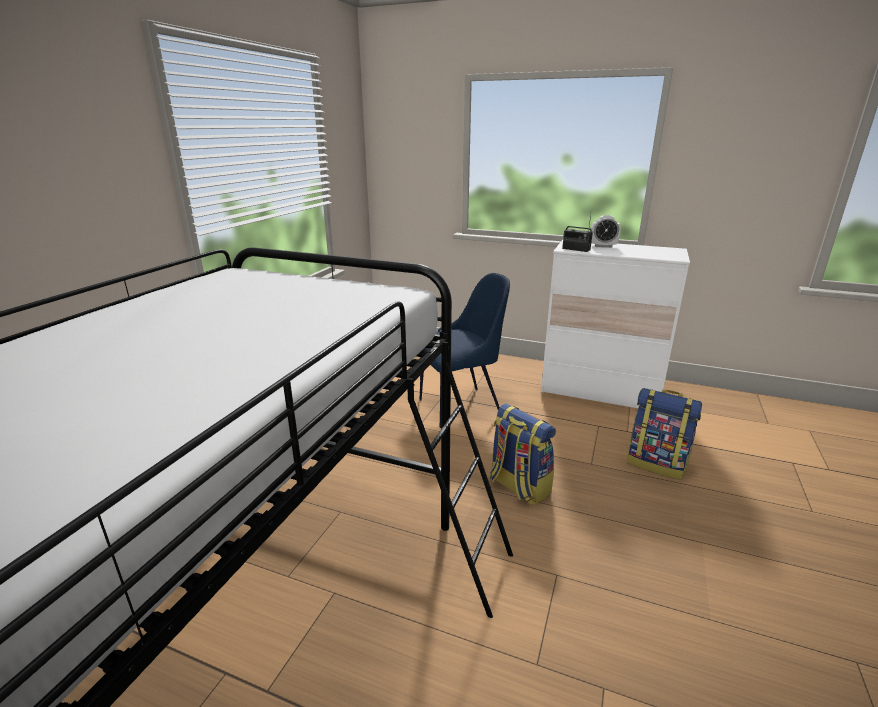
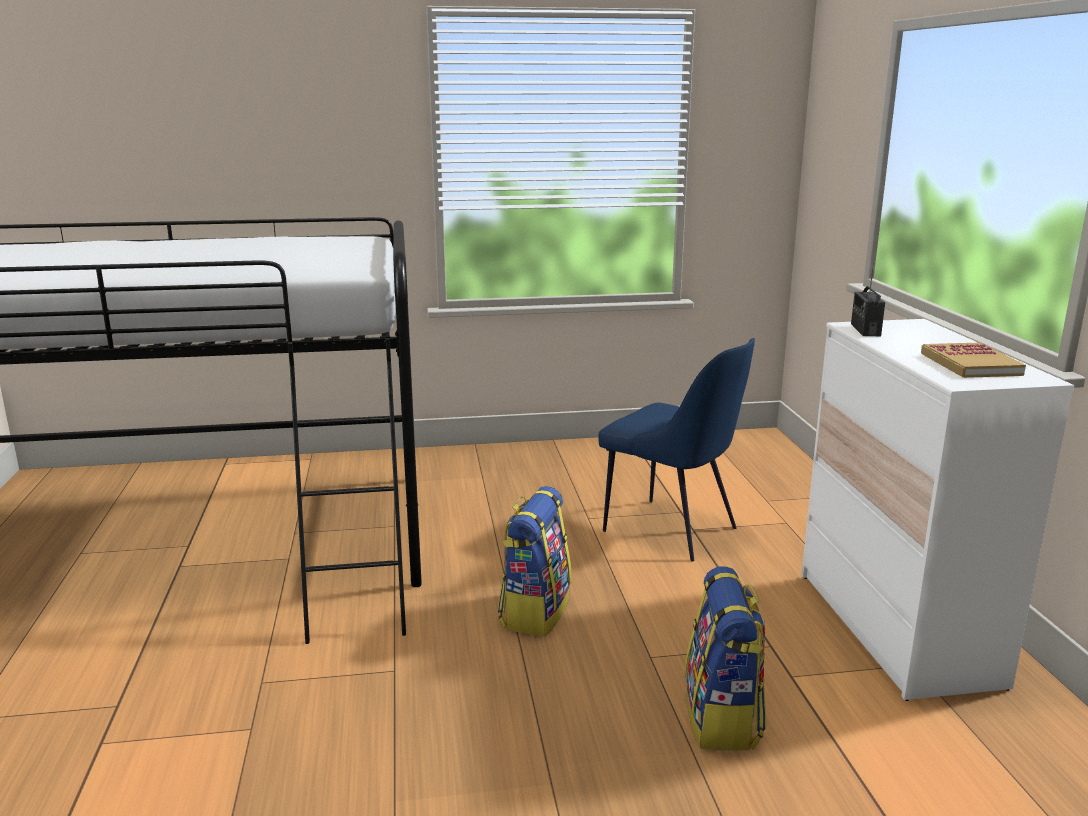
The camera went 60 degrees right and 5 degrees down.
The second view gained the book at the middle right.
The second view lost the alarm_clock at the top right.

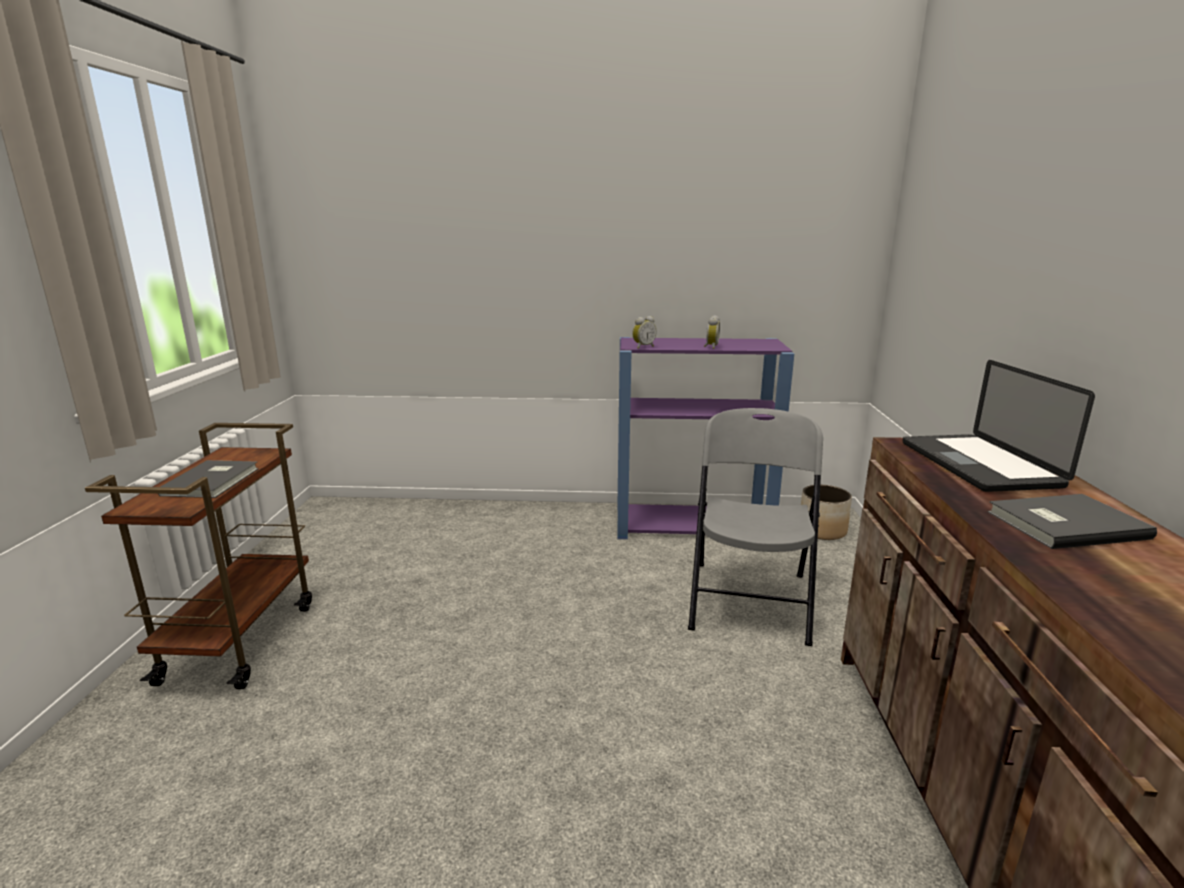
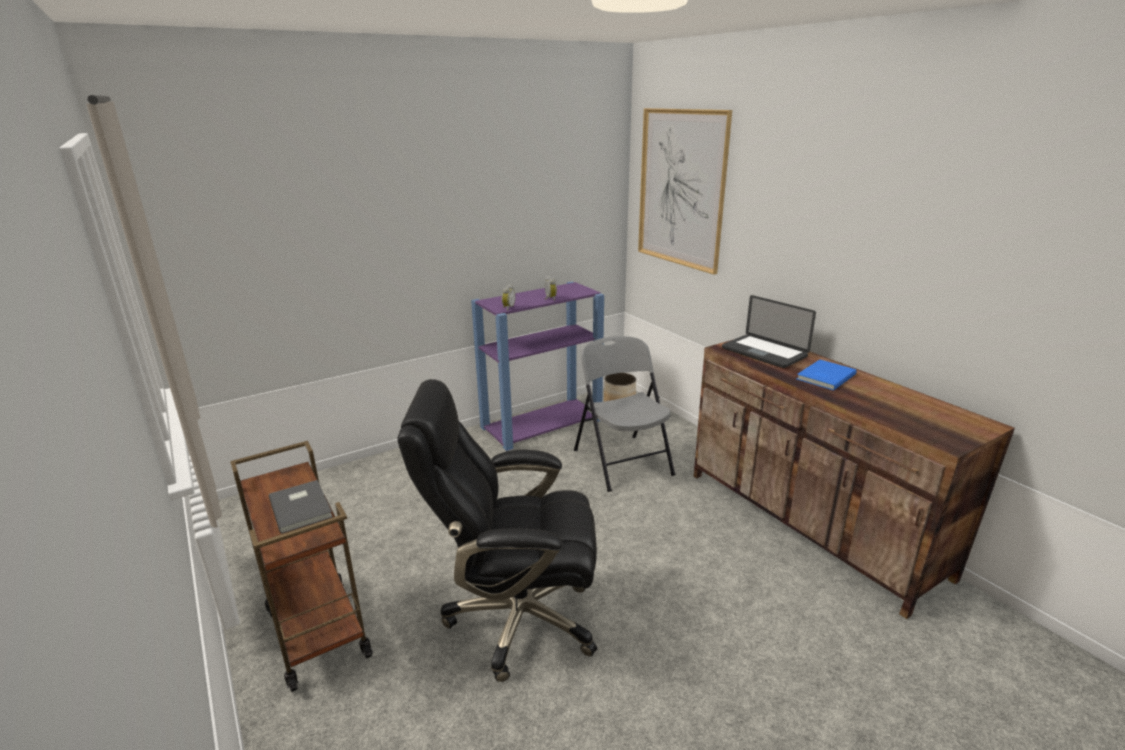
The camera went 35 degrees left and 5 degrees up.
The second view gained the black_office_chair at the bottom centre.
The second view gained the picture at the top centre.
What was the grey_book (2nd from left) at the middle right turned into the blue_book at the middle right.

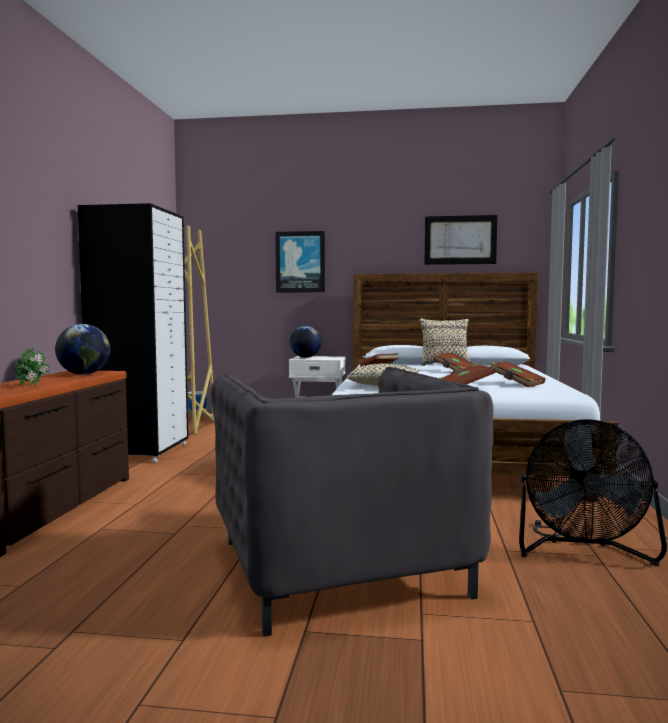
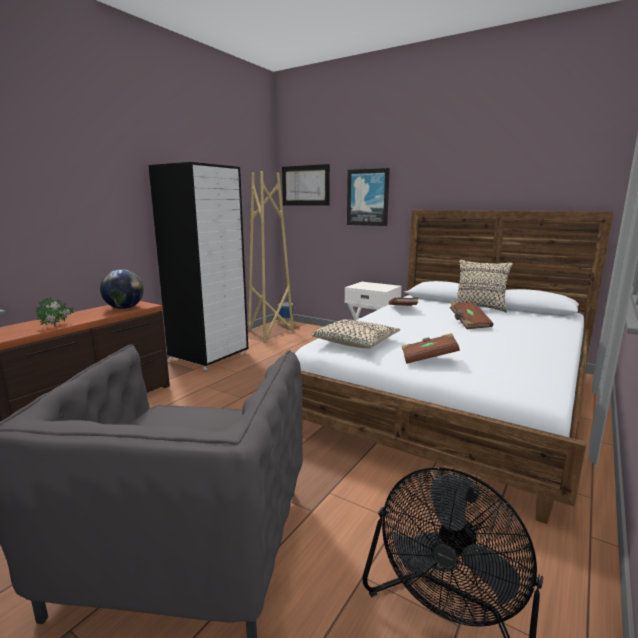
The camera went 25 degrees right and 10 degrees up.
The picture (2nd from left in the first image) ended up elsewhere, having gone from the top right to the top centre.
The second view lost the globe (2nd from left) at the centre.
The second view lost the brown_book (4th from left) at the middle right.

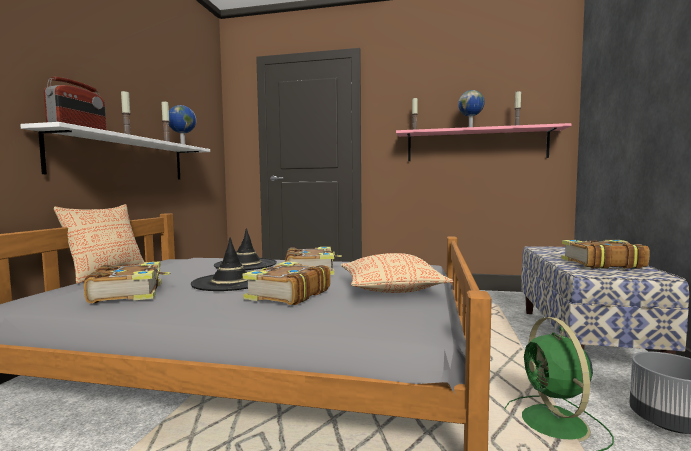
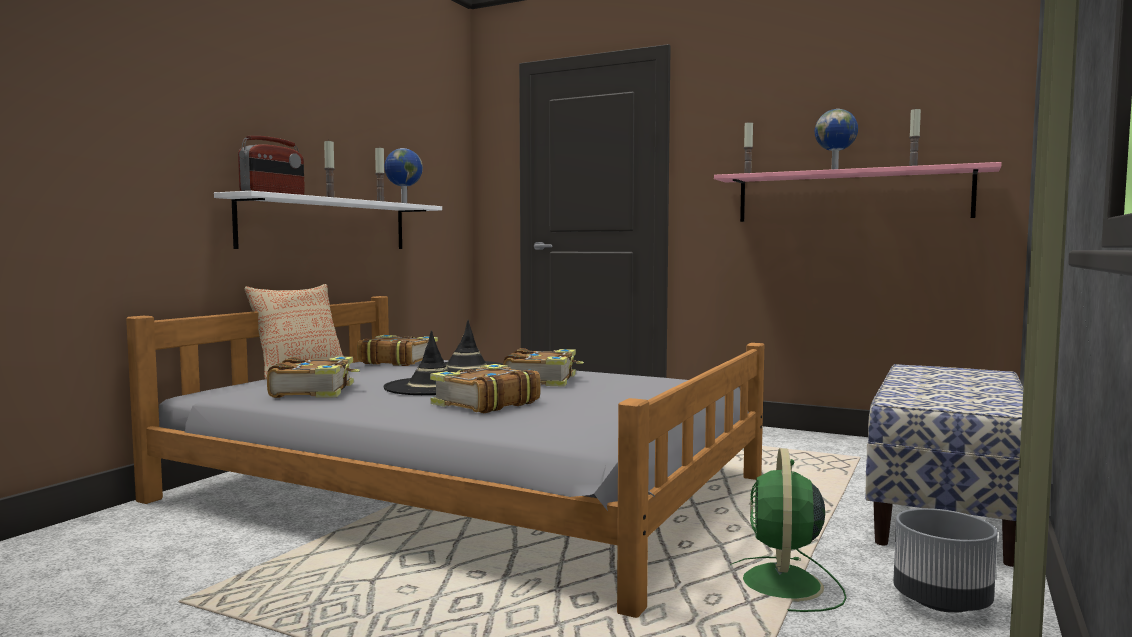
The camera went 15 degrees right and 0 degrees up.
The book (4th from left in the first image) ended up elsewhere, having gone from the middle right to the centre.
The second view lost the beige_pillow (2nd from left) at the centre.

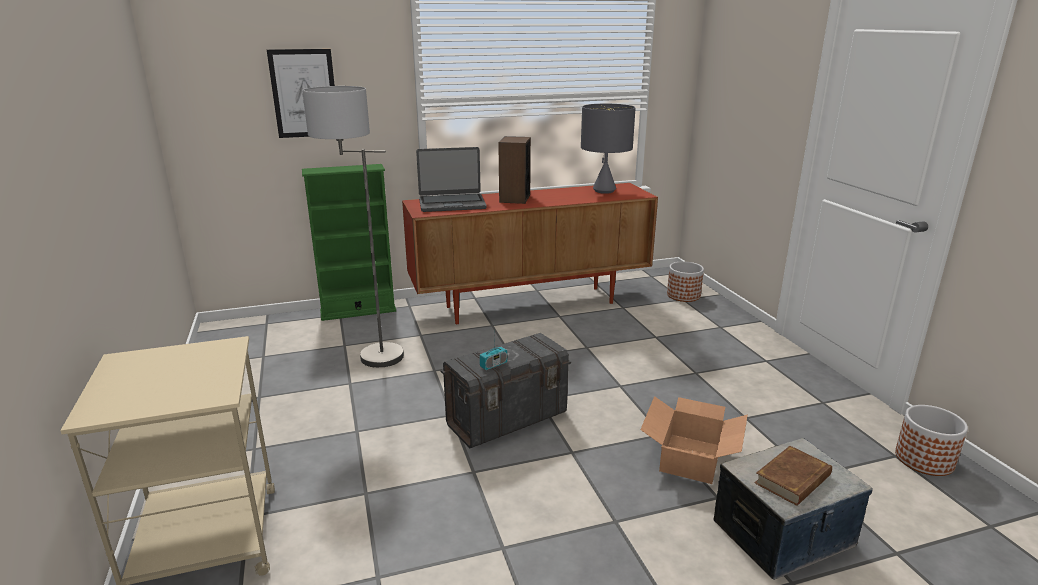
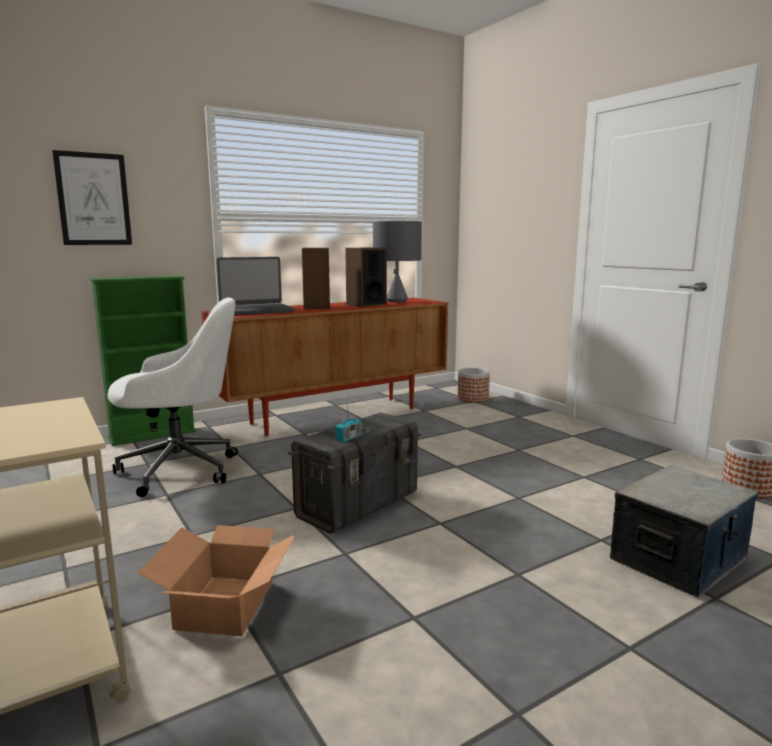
The camera went 15 degrees left and 10 degrees down.
Where the grey_floor_lamp stood at the centre, the white_office_chair came to stand at the middle left.
The cardboard_box ended up elsewhere, having gone from the bottom right to the bottom left.
The second view gained the speaker (2nd from left) at the centre.
The second view lost the brown_book at the bottom right.

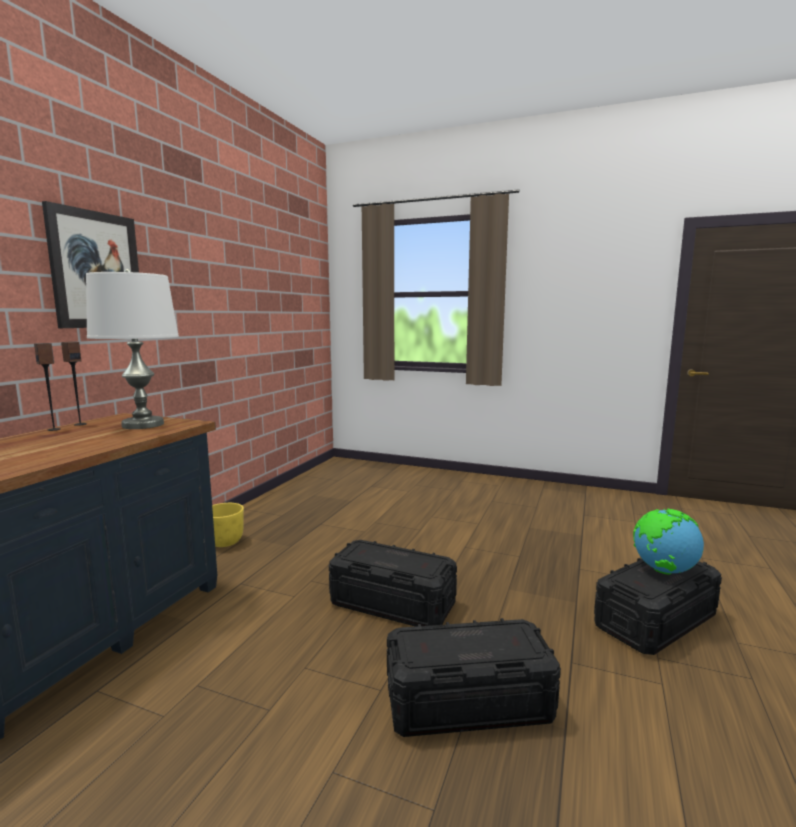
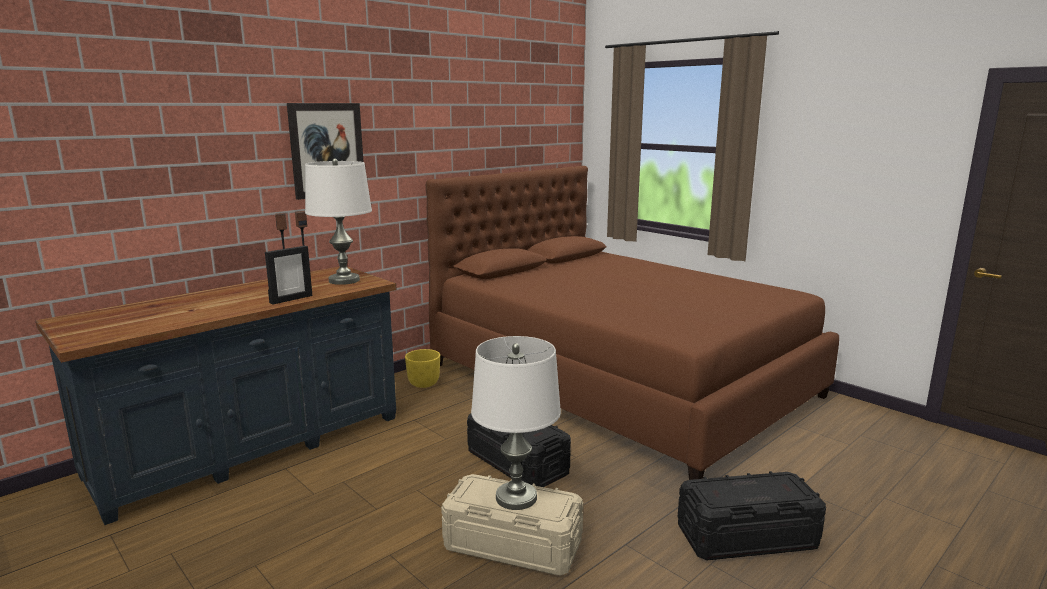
The camera went 25 degrees right and 5 degrees up.
The second view gained the picture_frame at the middle left.
The second view gained the brown_bed at the centre.
What was the black_storage_box (2nd from left) at the bottom centre turned into the beige_storage_box at the bottom centre.
The second view gained the white_table_lamp (2nd from left) at the bottom centre.
The second view lost the globe at the middle right.

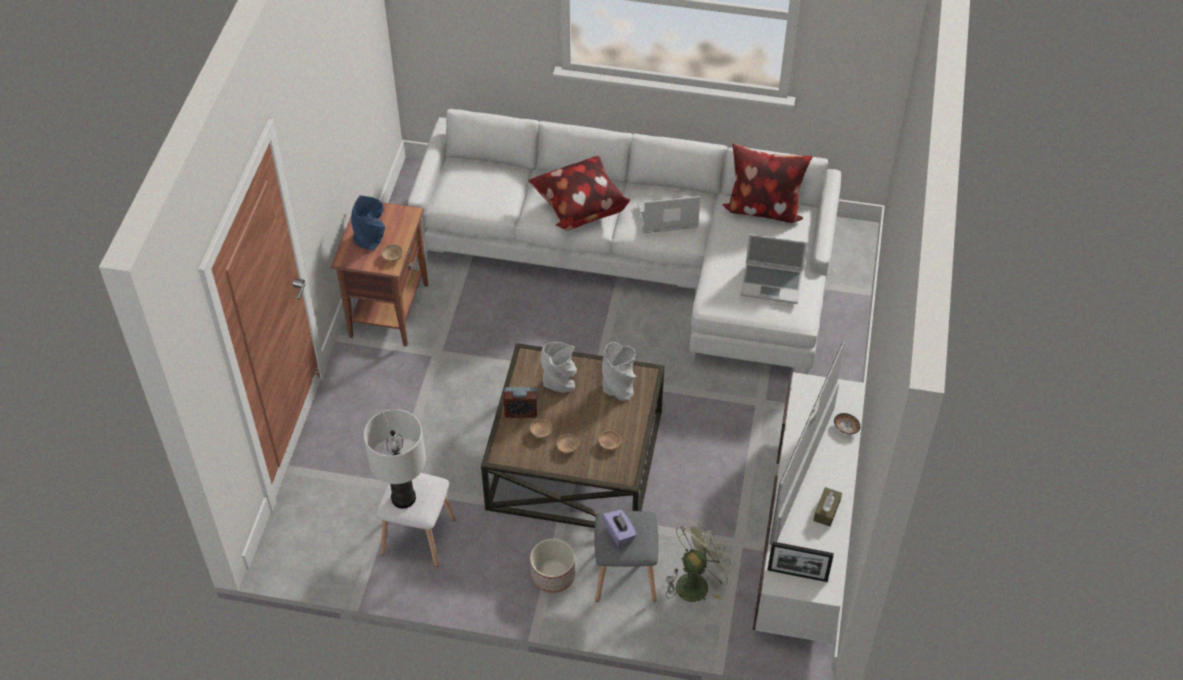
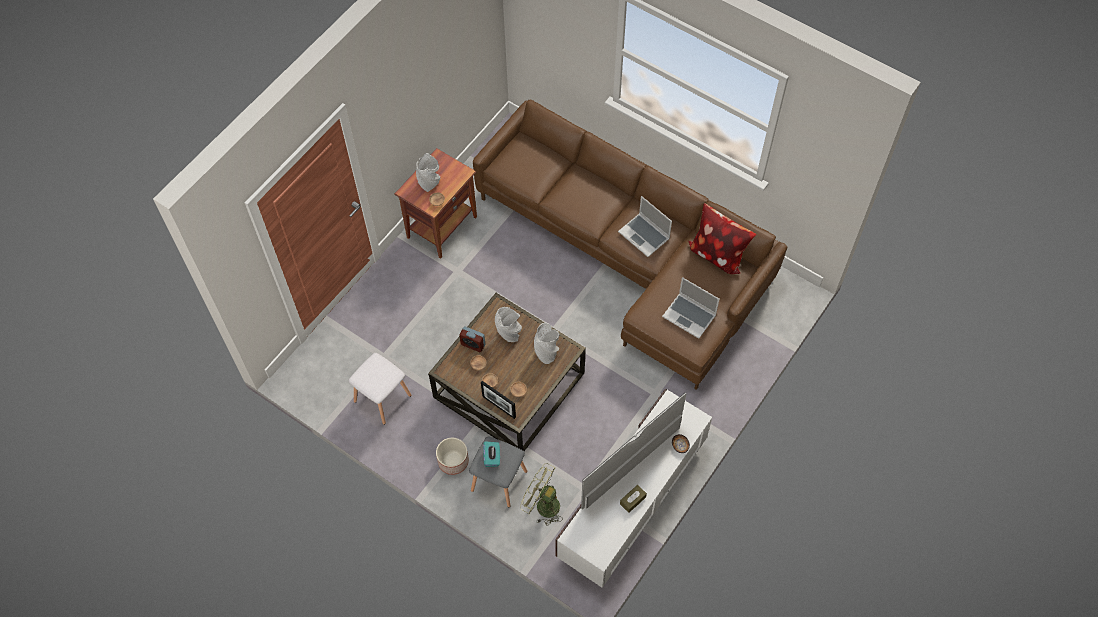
The camera went 25 degrees right and 10 degrees up.
What was the blue_vase at the top left turned into the grey_vase (1st from left) at the top centre.
What was the white_sofa at the centre turned into the brown_sofa at the centre.
The picture_frame ended up elsewhere, having gone from the bottom right to the centre.
What was the purple_tissue_box at the bottom centre turned into the turquoise_tissue_box at the bottom centre.
The green_fan at the bottom centre ended up facing another way, 135 degrees counterclockwise from before.
The laptop (1st from left) at the top centre ended up facing another way, 150 degrees counterclockwise from before.
The second view lost the white_table_lamp at the bottom centre.
The second view lost the pillow (1st from left) at the top centre.

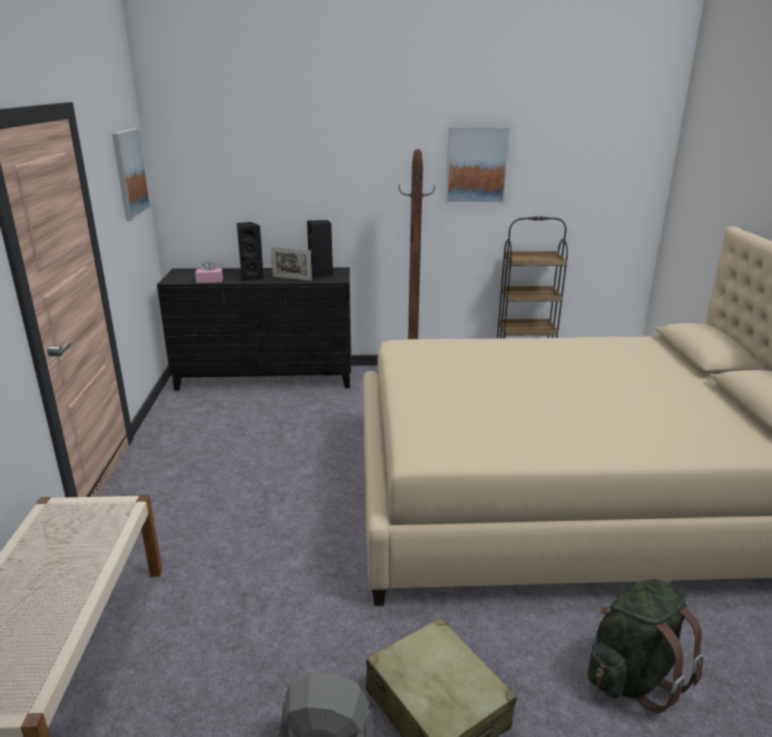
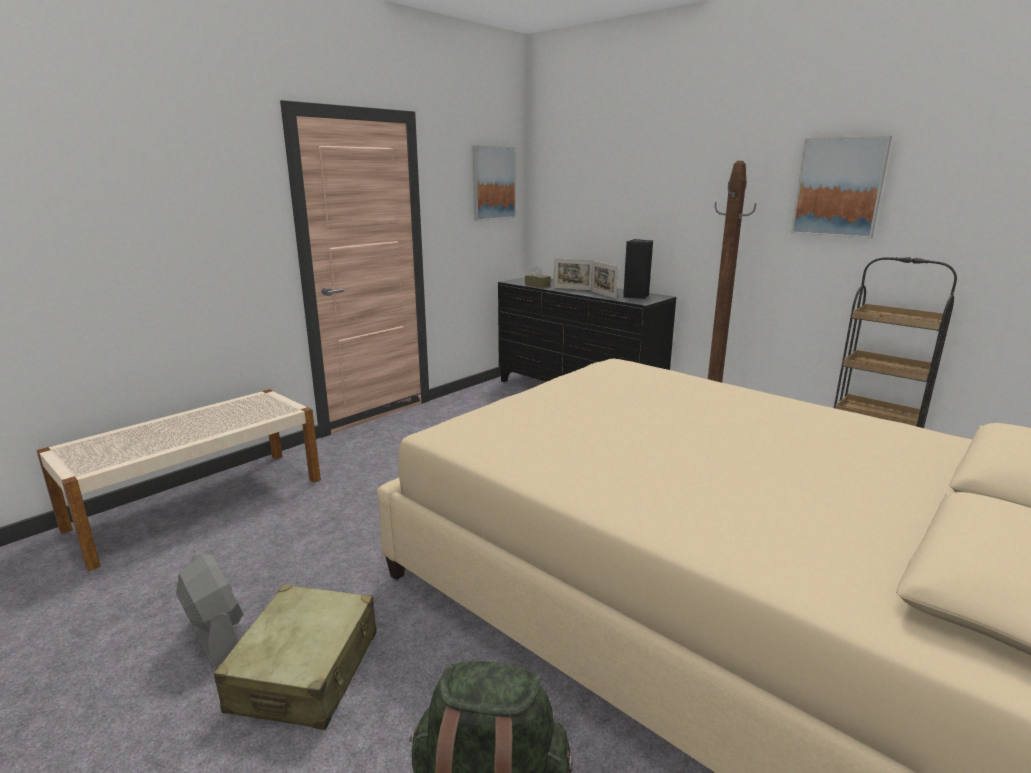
The camera went 45 degrees right and 5 degrees down.
What was the pink_tissue_box at the middle left turned into the brown_tissue_box at the centre.
Where the black_speaker (1st from left) stood at the middle left, the picture_frame (1st from left) came to stand at the centre.

